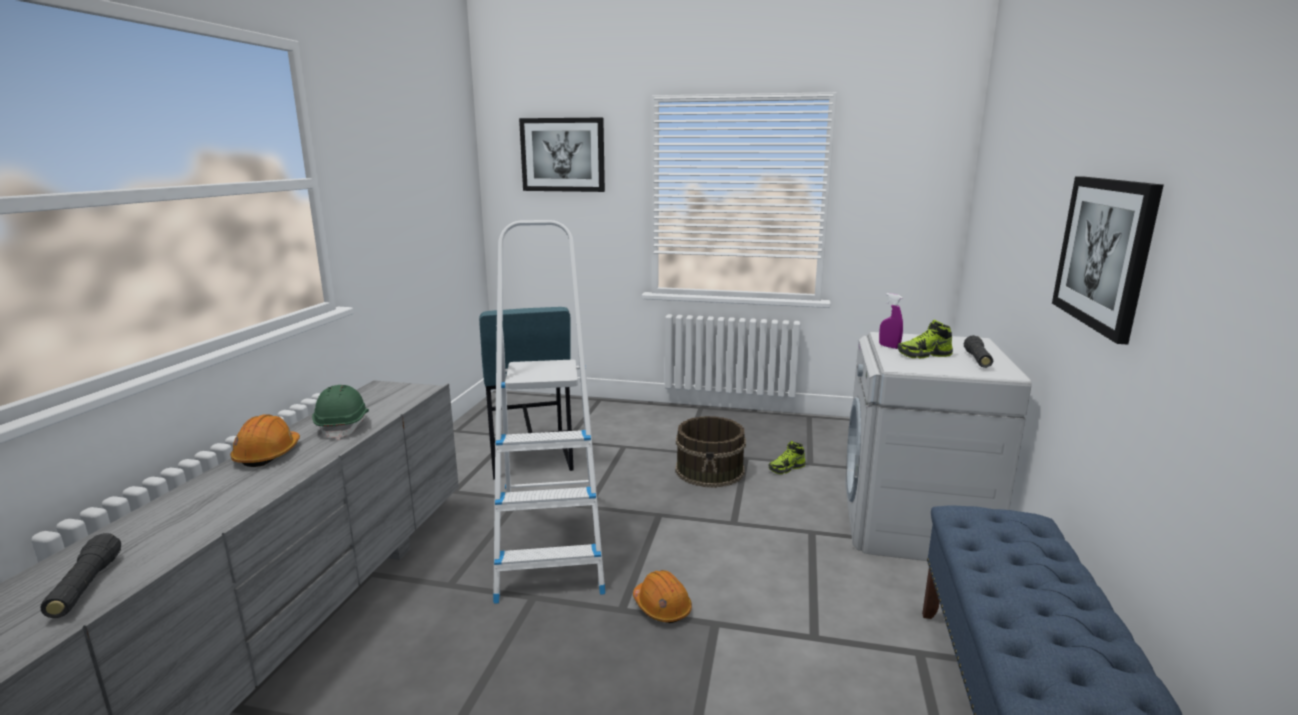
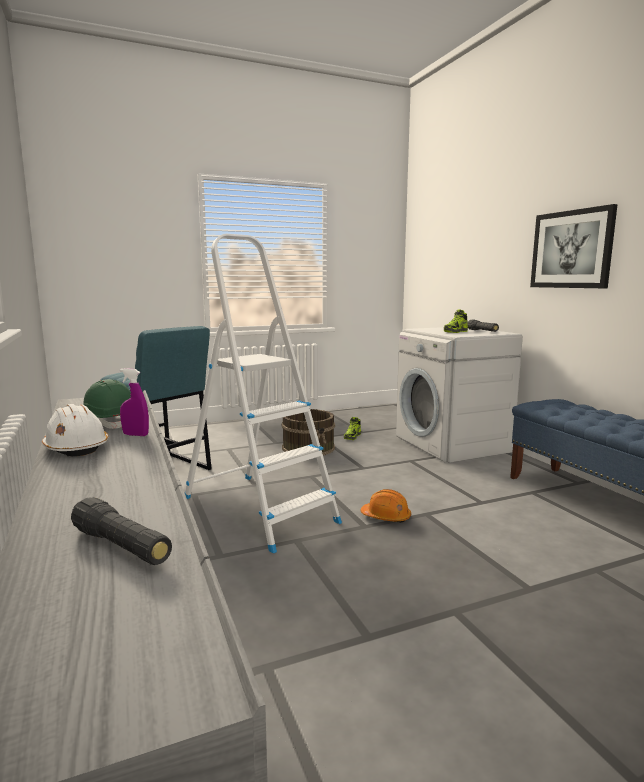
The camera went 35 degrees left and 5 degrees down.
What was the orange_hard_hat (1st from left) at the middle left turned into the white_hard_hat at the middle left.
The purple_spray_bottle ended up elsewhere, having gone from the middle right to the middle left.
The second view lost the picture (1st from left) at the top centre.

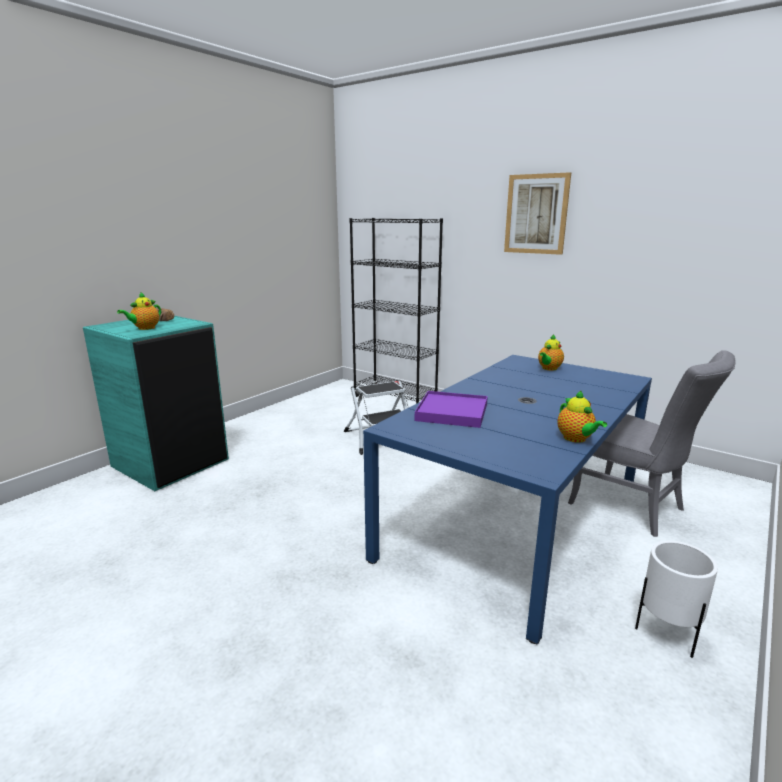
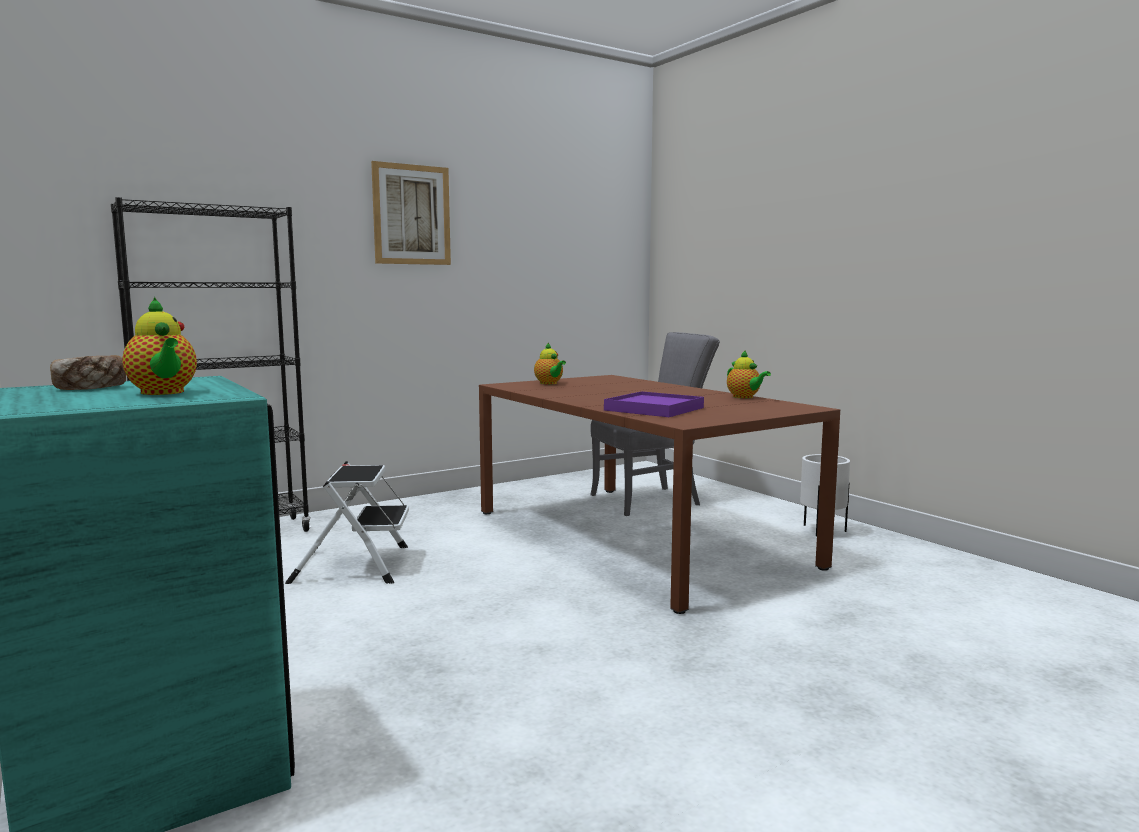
The camera went 70 degrees left and 10 degrees down.
What was the blue_dining_table at the centre turned into the brown_dining_table at the centre.
The teapot (3rd from left) at the middle right ended up facing another way, 60 degrees clockwise from before.

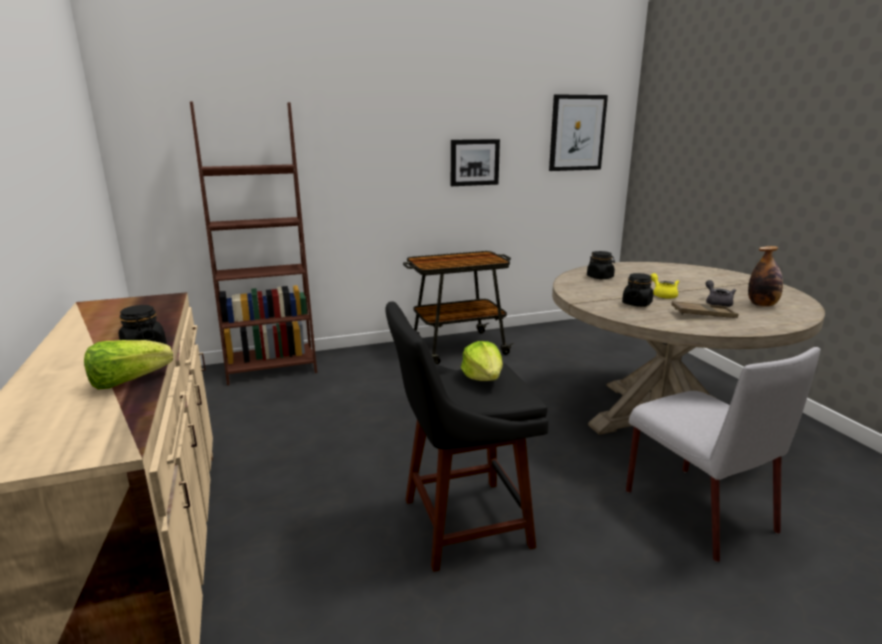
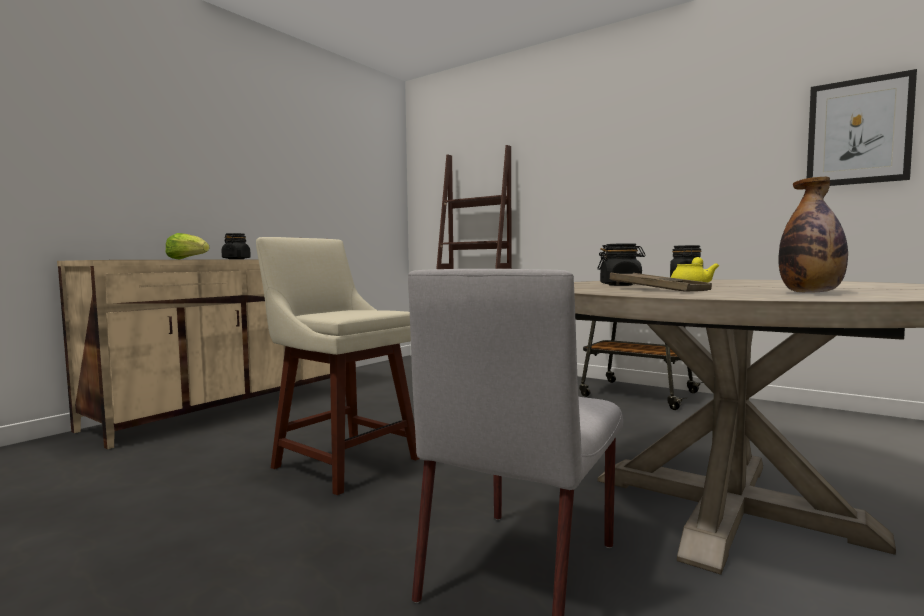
The camera went 55 degrees right and 15 degrees down.
What was the black_stool at the bottom centre turned into the beige_stool at the centre.
The second view lost the picture (1st from left) at the top centre.
The second view lost the lettuce (2nd from left) at the centre.
The second view lost the grey_teapot at the middle right.

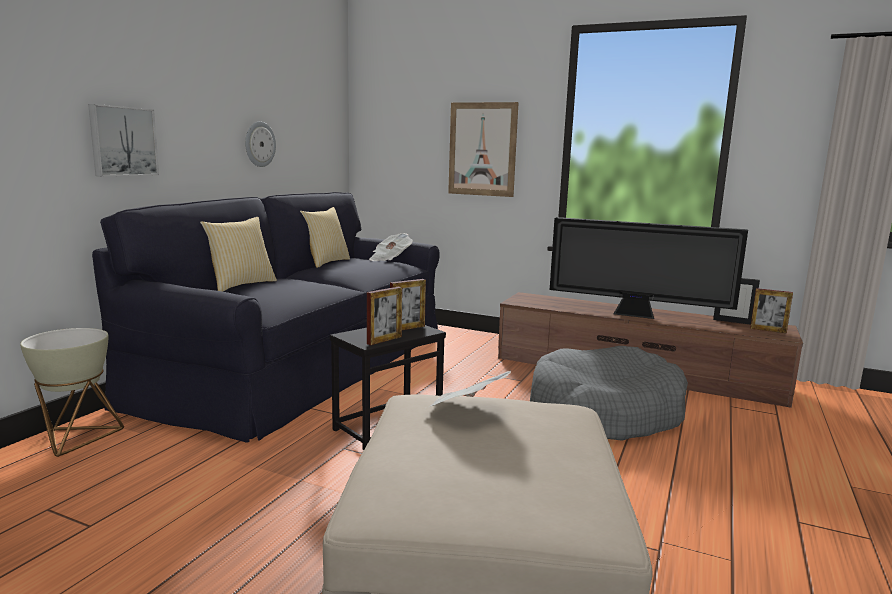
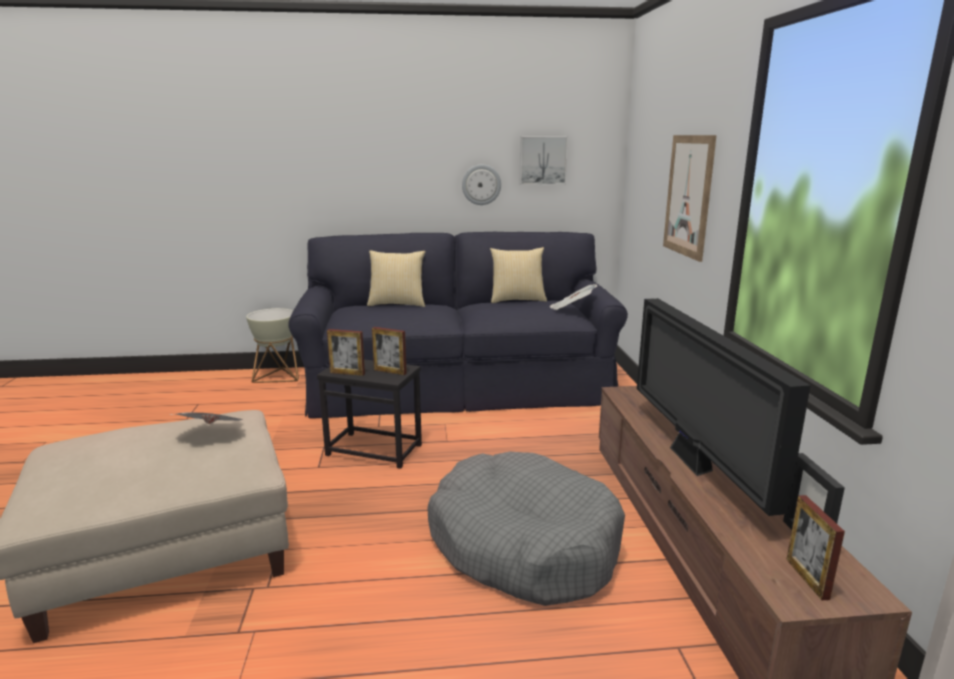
The camera went 60 degrees right and 5 degrees up.
The picture (1st from left) ended up elsewhere, having gone from the top left to the top centre.

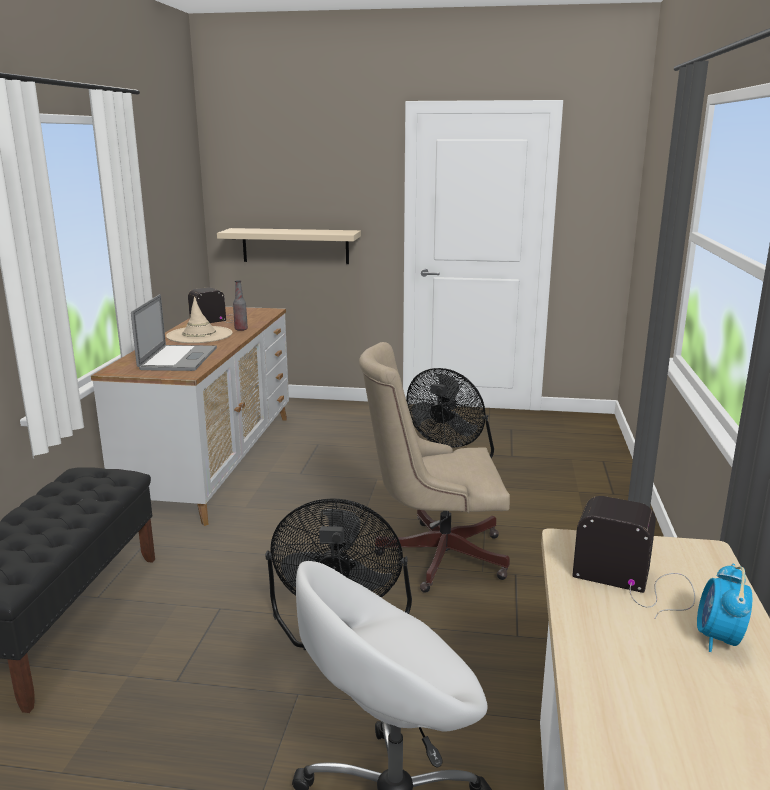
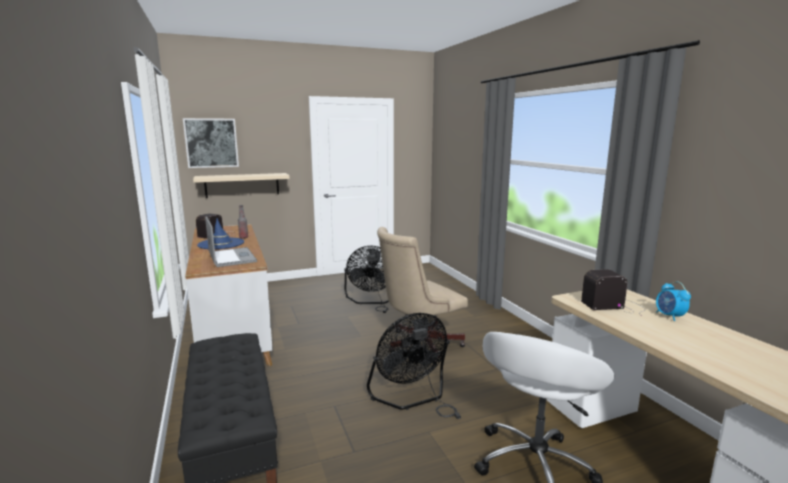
The camera went 30 degrees left and 5 degrees down.
The second view gained the picture at the top left.
What was the beige_hat at the middle left turned into the blue_hat at the middle left.

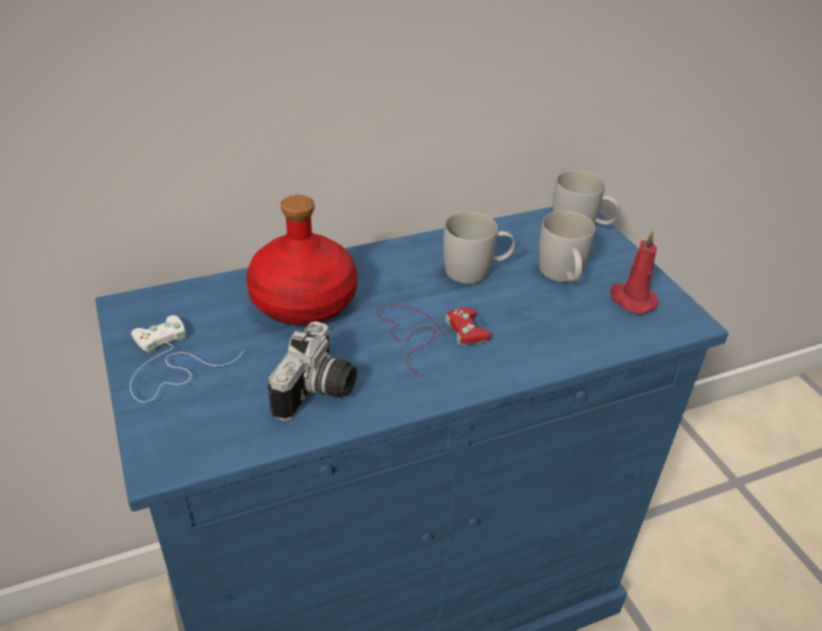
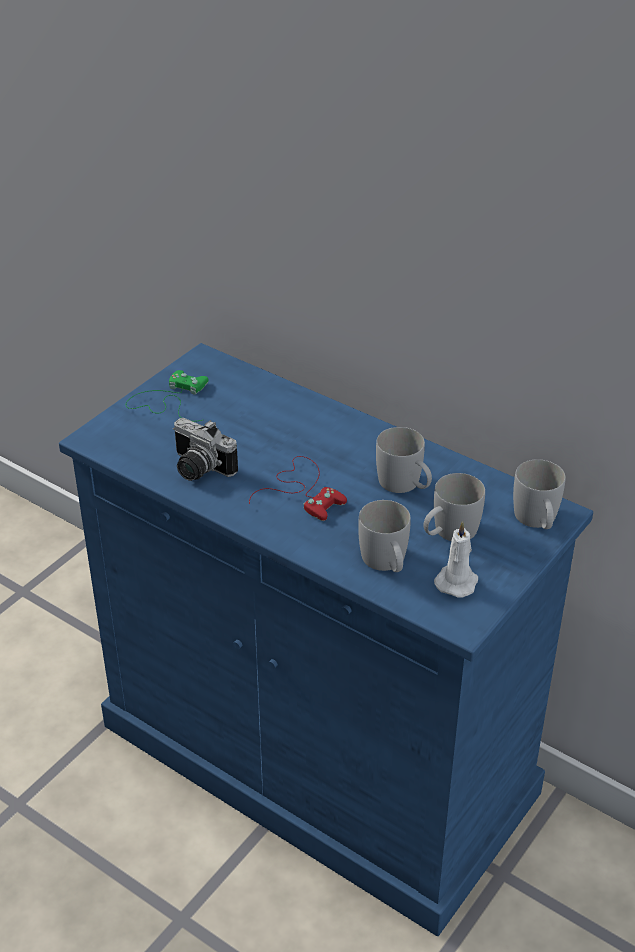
The camera went 60 degrees right and 0 degrees up.
What was the white_game_controller at the middle left turned into the green_game_controller at the middle left.
The photo_camera at the centre ended up facing another way, 45 degrees clockwise from before.
The second view gained the white_mug (1st from left) at the centre.
What was the red_candle at the middle right turned into the white_candle at the middle right.
The second view lost the red_bottle at the centre.

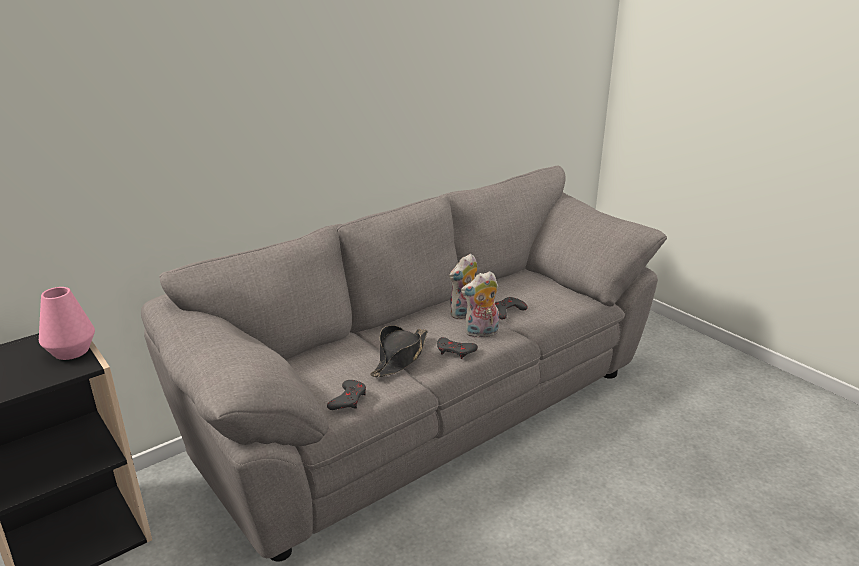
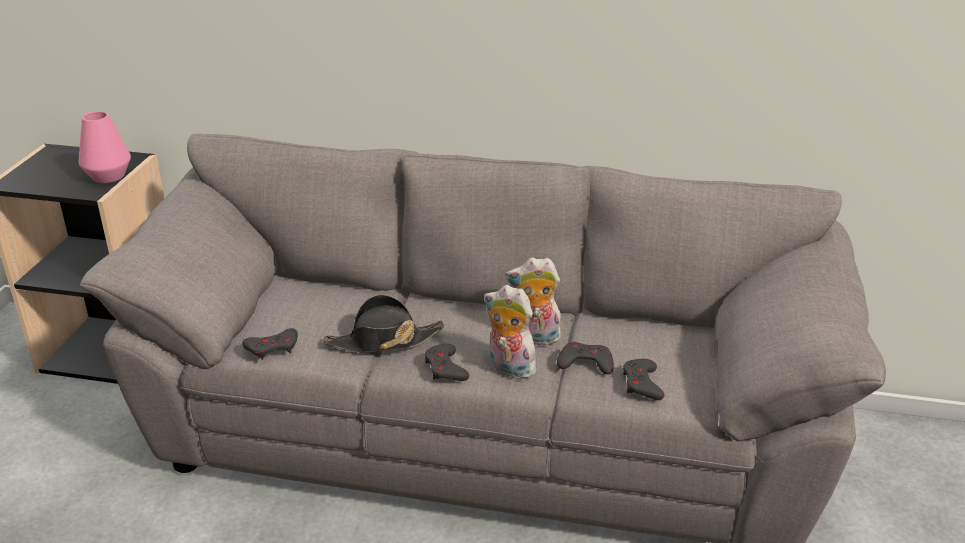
The camera went 50 degrees right and 5 degrees up.
The second view gained the grey_game_controller (4th from left) at the bottom centre.

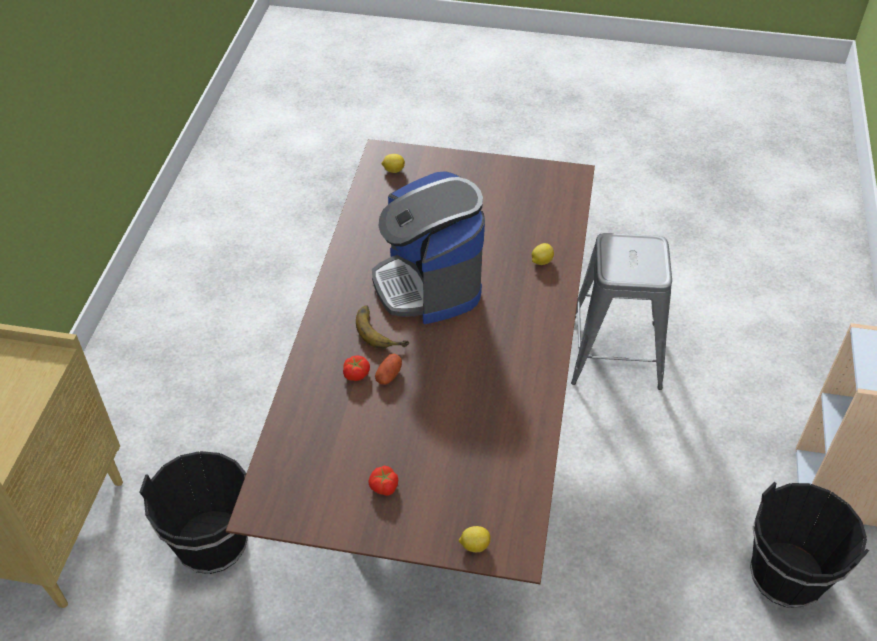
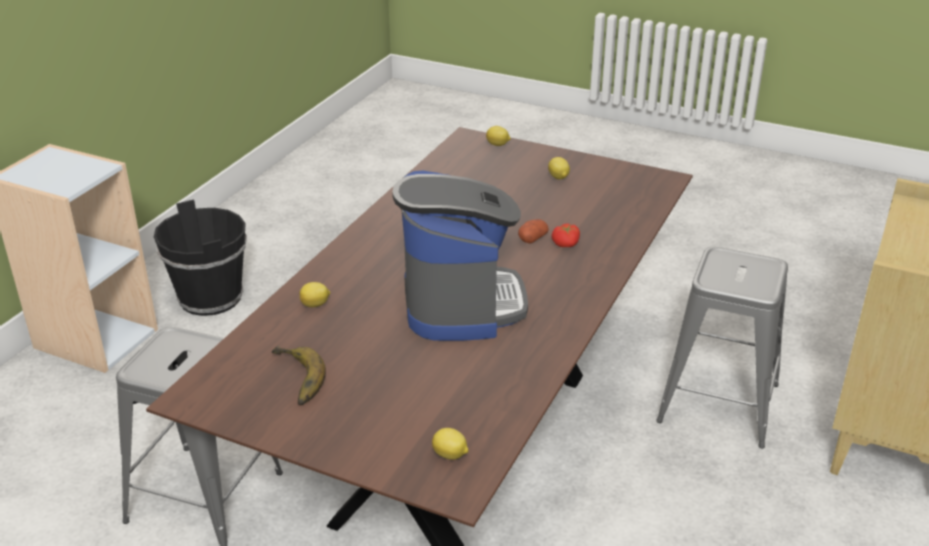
The camera went 165 degrees left and 15 degrees down.
The banana ended up elsewhere, having gone from the centre to the bottom left.
Where the tomato (2nd from left) stood at the bottom centre, the lemon (4th from left) came to stand at the top centre.
Where the black_bucket (1st from left) stood at the bottom left, the grey_stool (2nd from left) came to stand at the middle right.

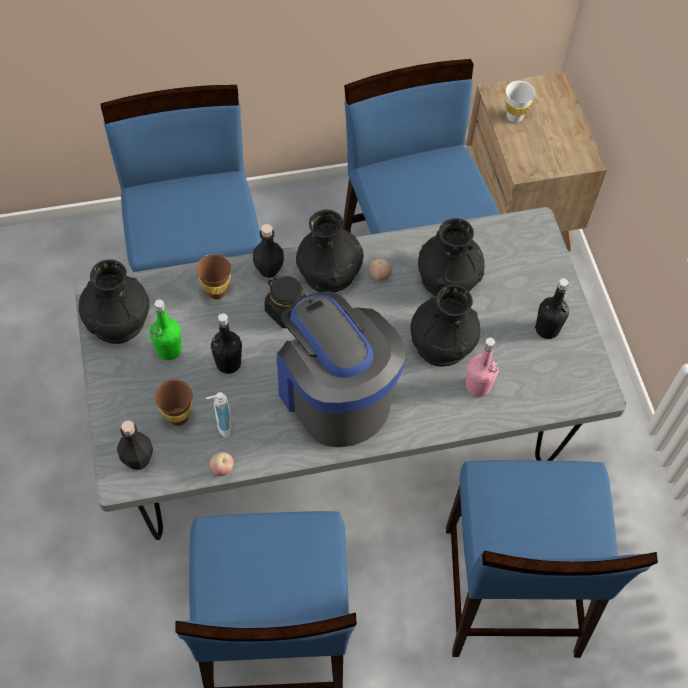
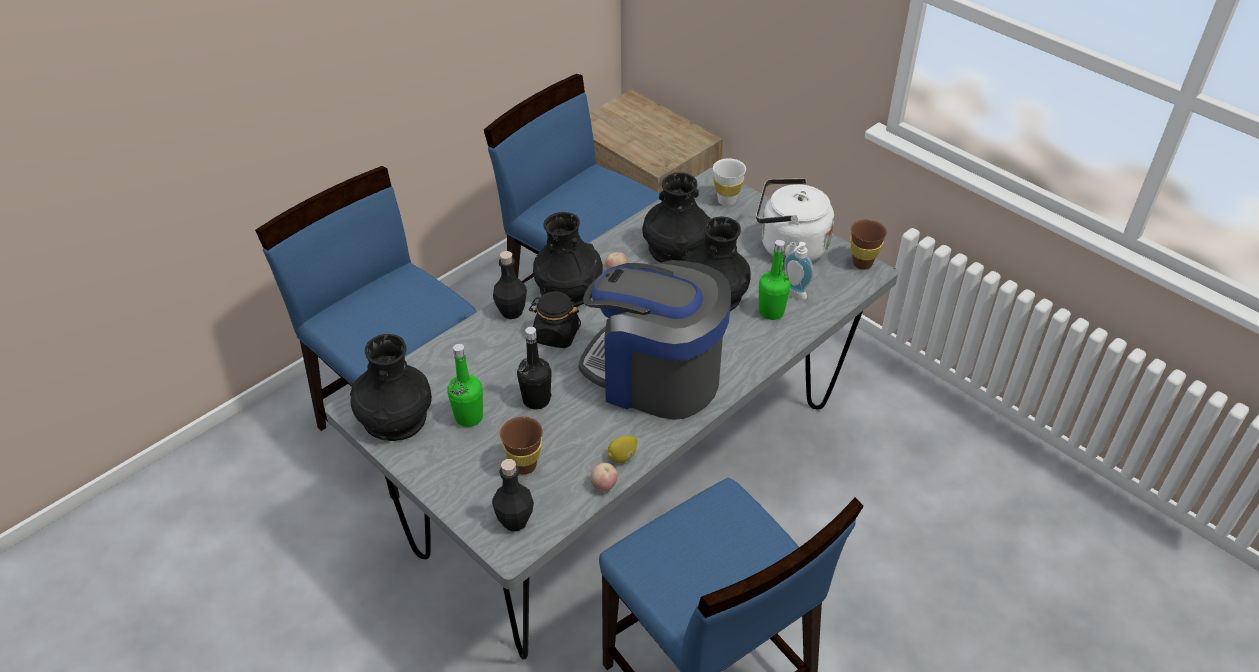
The camera went 30 degrees left and 15 degrees down.
The second view gained the lemon at the bottom centre.
The white_cup ended up elsewhere, having gone from the top right to the top centre.
Where the black_bottle (4th from left) stood at the middle right, the white_kettle came to stand at the top centre.
What was the pink_bottle at the middle right turned into the green_bottle (2nd from left) at the centre.
The soap_dispenser ended up elsewhere, having gone from the middle left to the centre.
The brown_cup (2nd from left) ended up elsewhere, having gone from the middle left to the middle right.
The second view lost the blue_chair (4th from left) at the bottom right.

